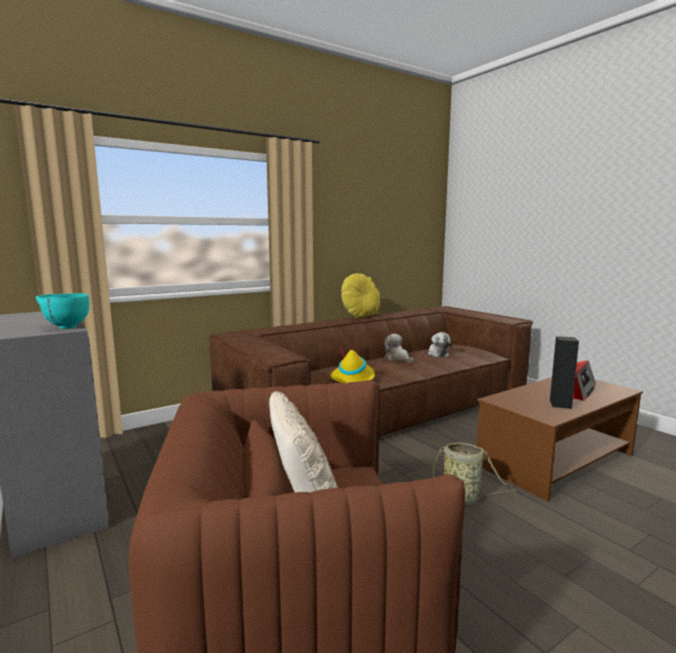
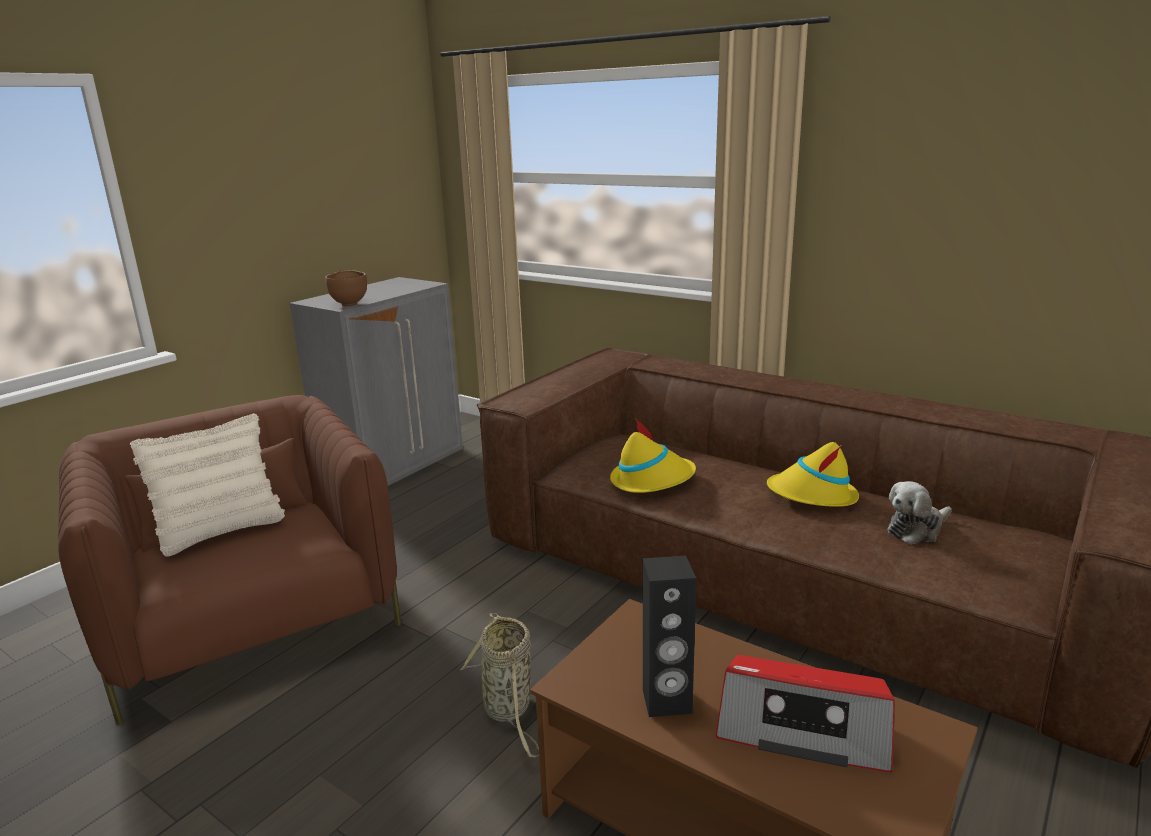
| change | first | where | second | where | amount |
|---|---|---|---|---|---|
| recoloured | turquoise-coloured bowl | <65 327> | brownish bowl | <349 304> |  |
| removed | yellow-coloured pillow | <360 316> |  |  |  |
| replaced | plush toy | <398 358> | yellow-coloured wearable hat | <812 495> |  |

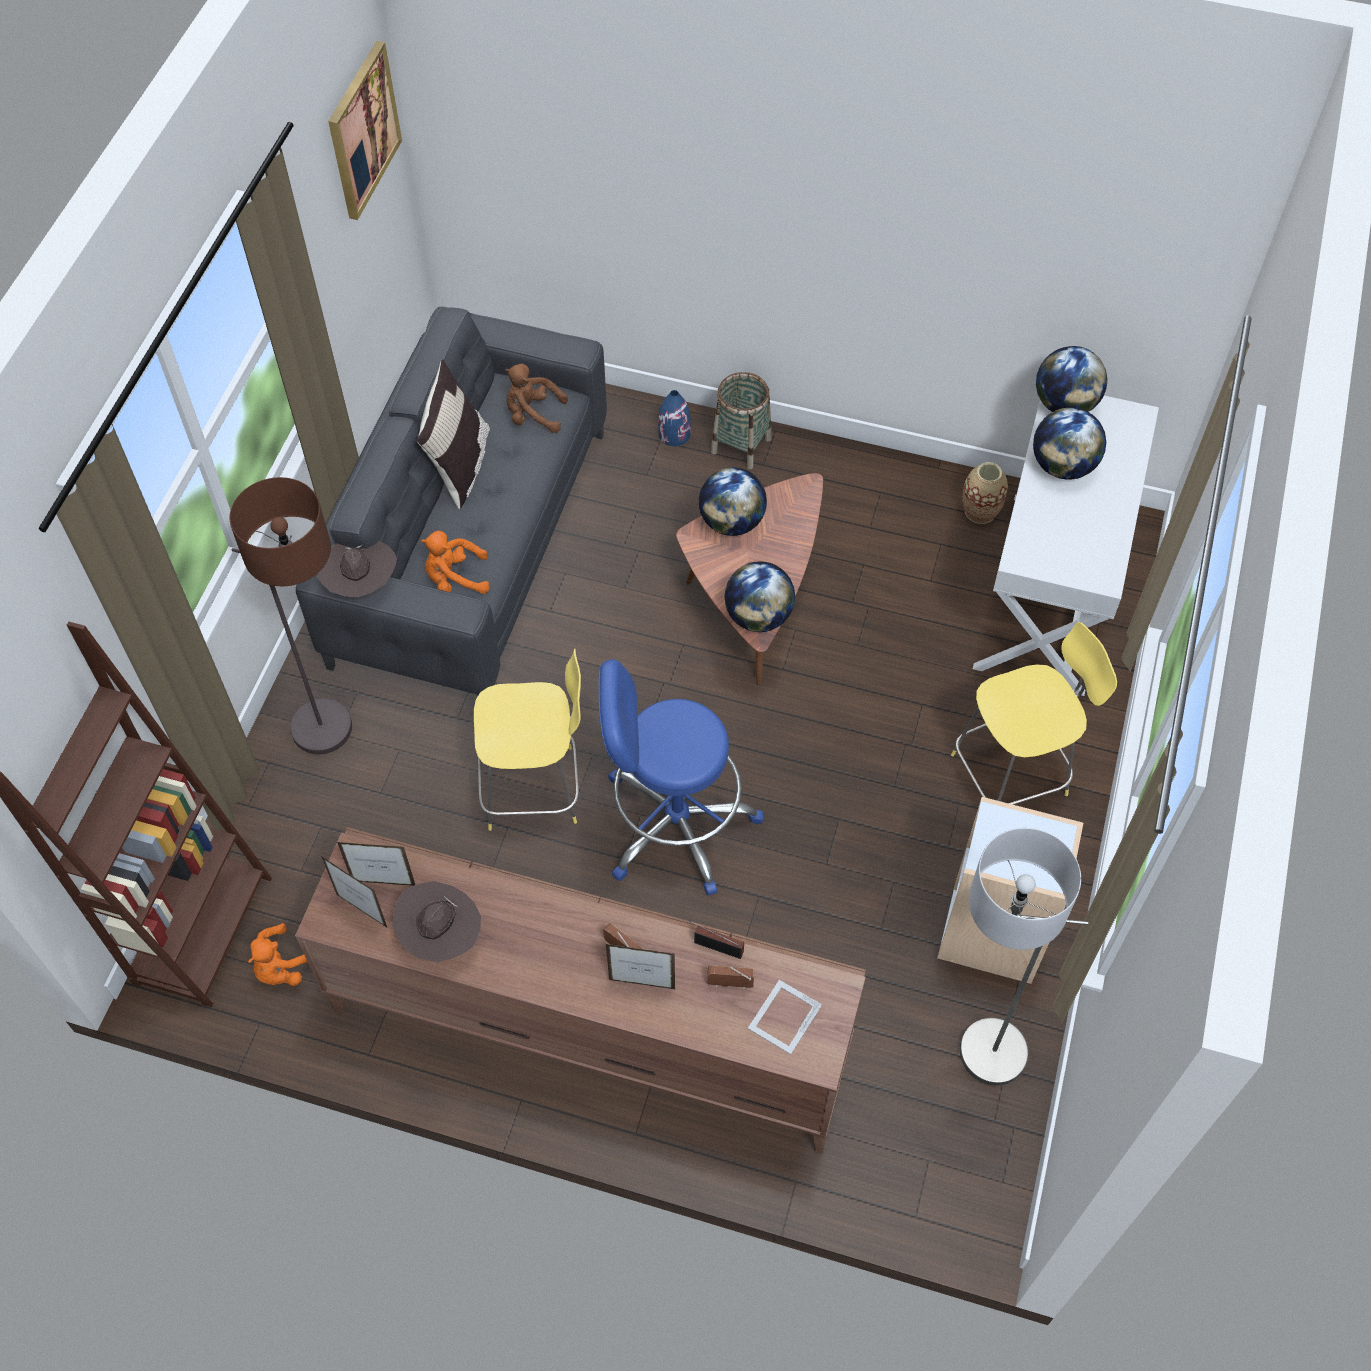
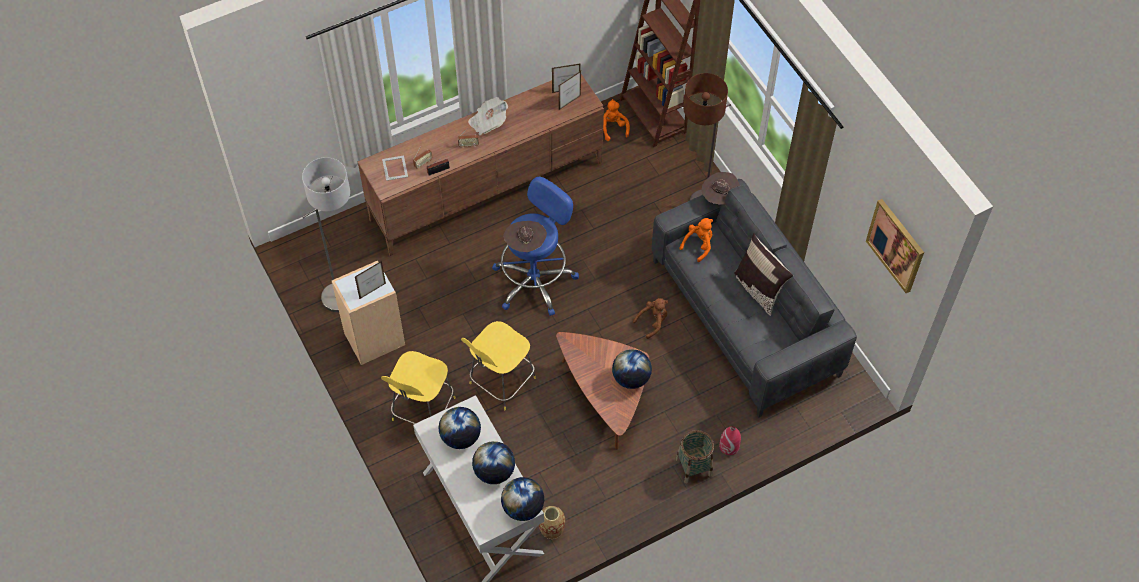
| change | first | where | second | where | amount |
|---|---|---|---|---|---|
| moved | brownish wearable hat | <440 936> |  | <525 244> |  |
| moved | yellow-coloured sitting stool | <535 788> |  | <501 382> |  |
| moved | brownish plush toy | <533 414> |  | <652 322> |  |
| moved | picture frame | <641 984> |  | <372 291> |  |
| recoloured | bluish flower vase | <674 434> | reddish flower vase | <729 446> |  |
| moved | desk globe | <758 616> |  | <460 437> |  |
| added |  |  | printed paper | <488 122> |  |

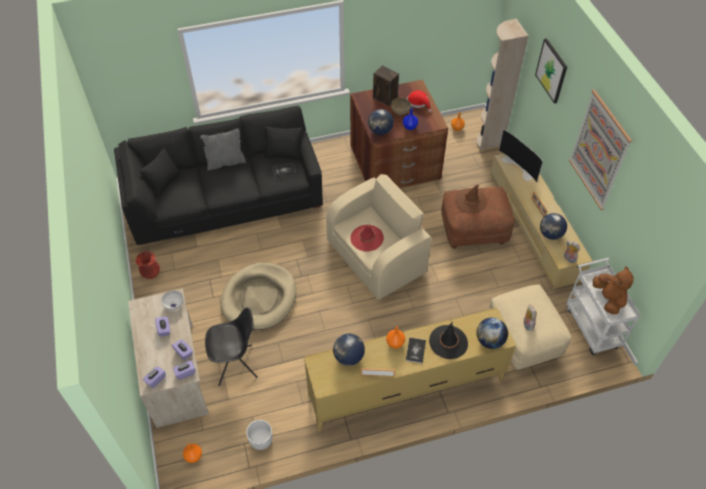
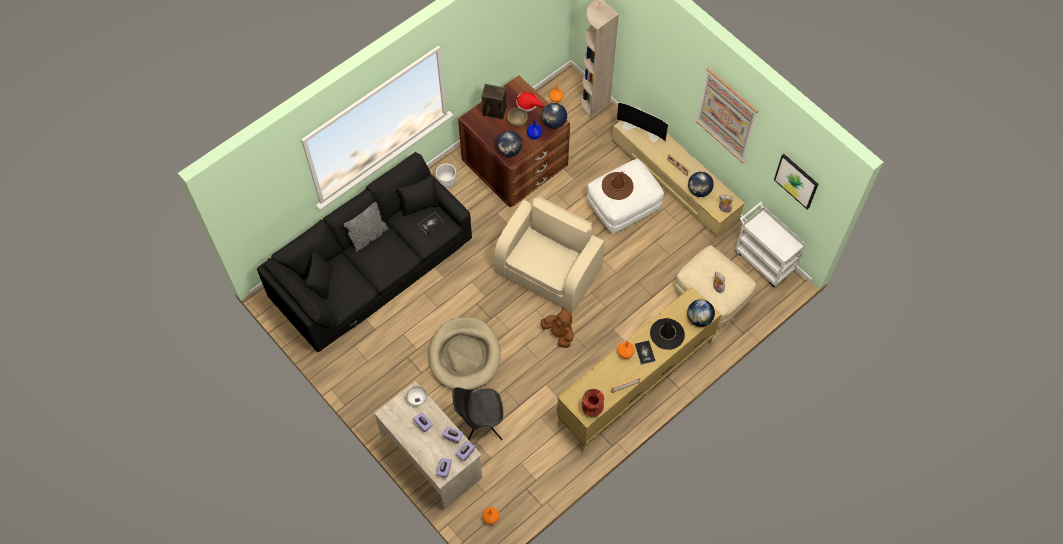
| change | first | where | second | where | amount |
|---|---|---|---|---|---|
| moved | reddish flower vase | <151 274> |  | <592 409> |  |
| turned | blackish plain chair | <236 365> |  | <480 425> | 150 degrees counterclockwise |
| moved | whitish plant pot | <261 440> |  | <446 181> |  |
| moved | desk globe | <348 357> |  | <554 123> |  |
| removed | reddish wearable hat | <367 238> |  |  |  |
| recoloured | brownish pouffe | <474 230> | whitish pouffe | <623 207> |  |
| moved | picture | <551 70> |  | <796 181> |  |
| moved | brownish plush toy | <608 299> |  | <559 334> |  |

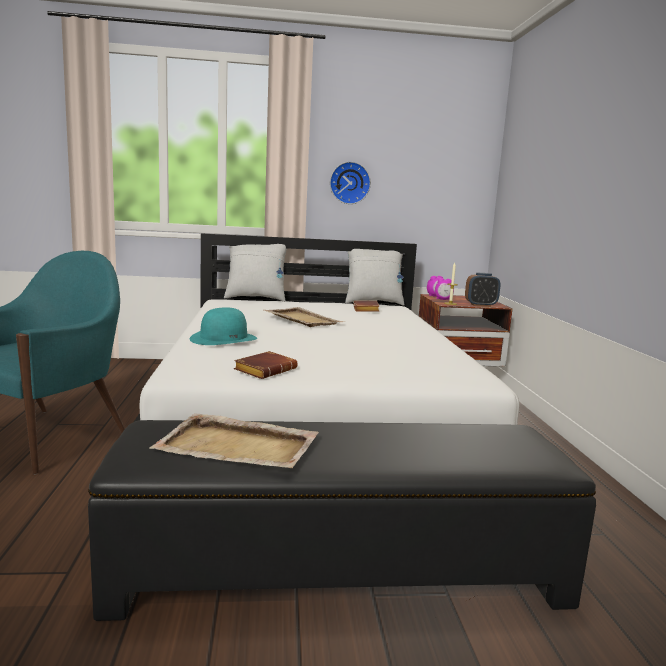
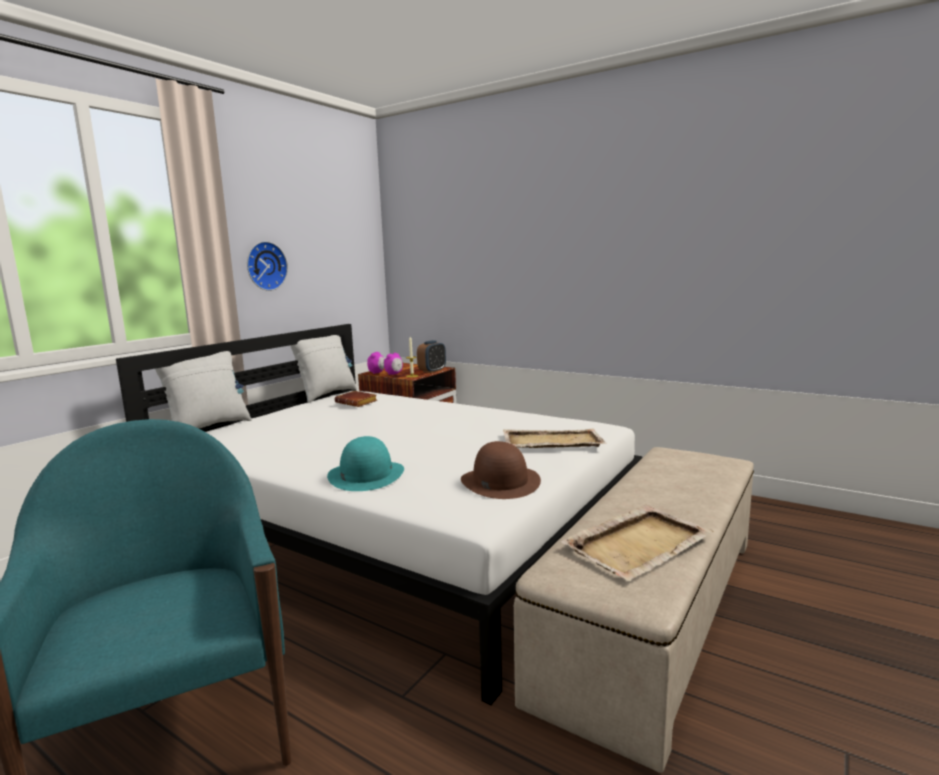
| change | first | where | second | where | amount |
|---|---|---|---|---|---|
| recoloured | blackish bench | <341 566> | sand-coloured bench | <654 609> |  |
| replaced | brownish bound book | <265 370> | brownish wearable hat | <500 482> |  |
| moved | sand-coloured serving tray | <302 319> |  | <551 442> |  |

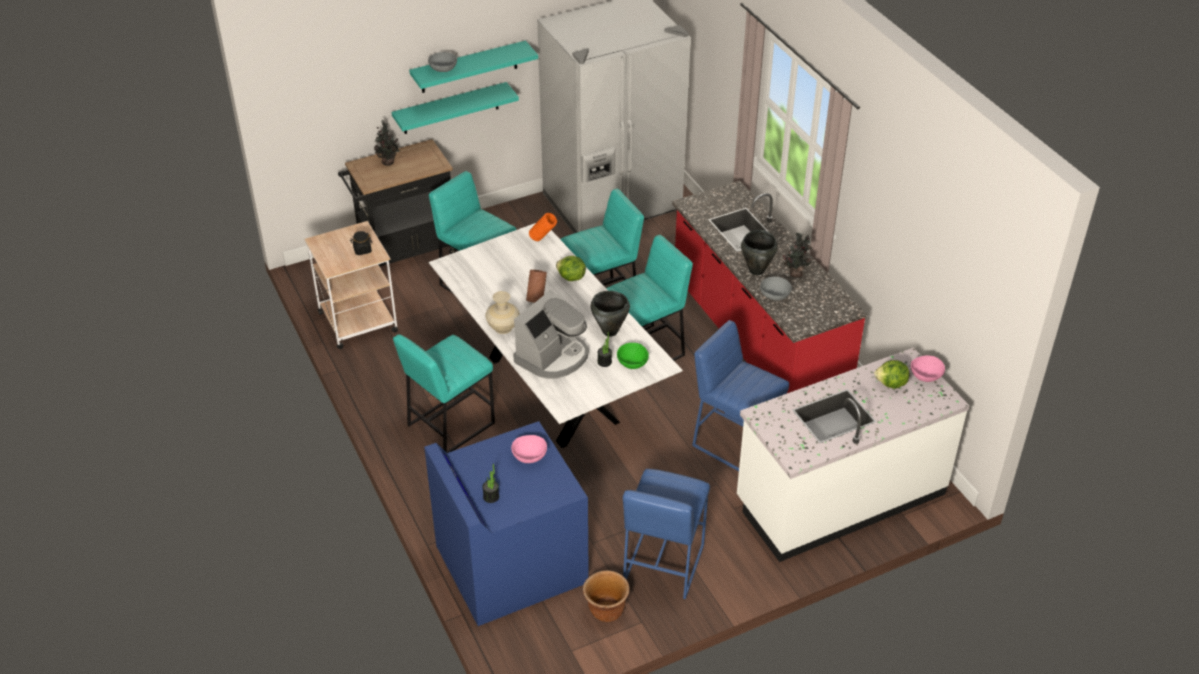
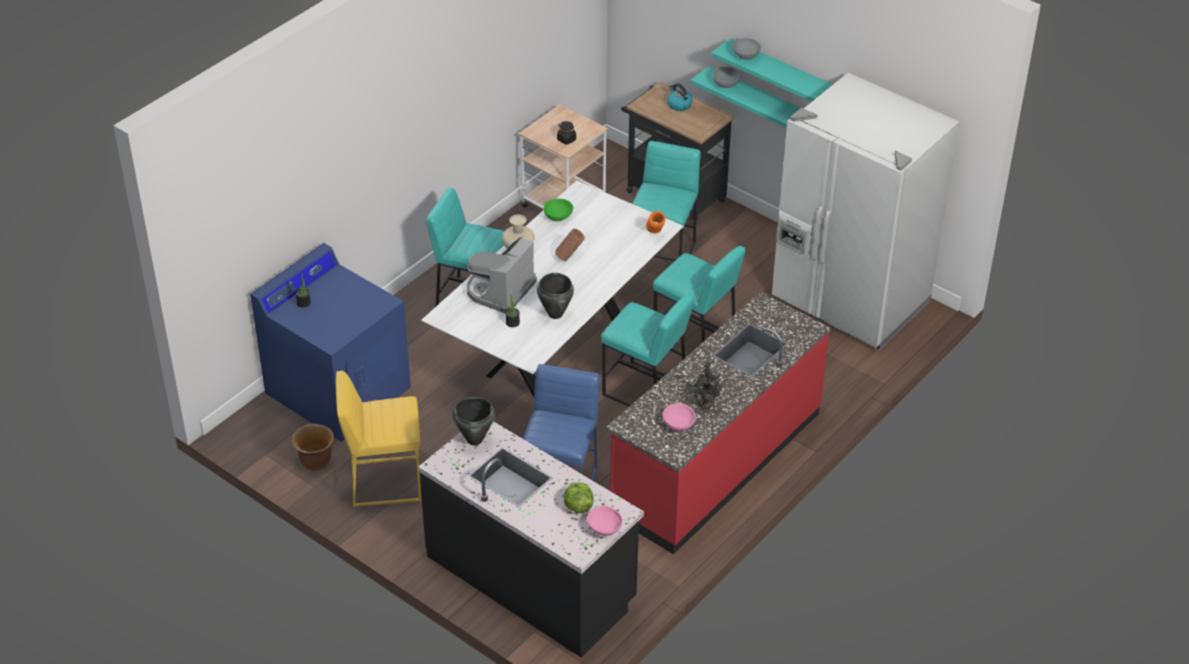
| change | first | where | second | where | amount |
|---|---|---|---|---|---|
| replaced | houseplant | <389 163> | water kettle | <679 105> |  |
| moved | pink-coloured bowl | <529 457> |  | <678 424> |  |
| turned | coffee brewer | <553 357> |  | <500 290> | 105 degrees clockwise |
| removed | head of lettuce | <571 278> |  |  |  |
| moved | greenish bowl | <632 363> |  | <558 217> |  |
| recoloured | bluish sitting stool | <663 565> | yellow-coloured sitting stool | <384 481> |  |
| recoloured | whitish kitchen base unit | <839 497> | blackish kitchen base unit | <531 578> |  |
| moved | blackish saucepot | <756 271> |  | <474 439> |  |
| moved | grey bowl | <775 296> |  | <726 85> |  |

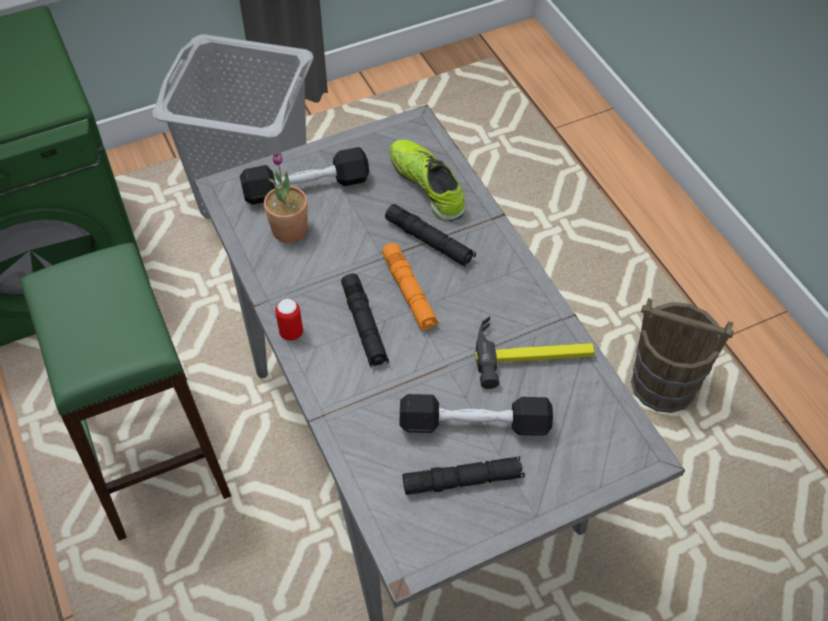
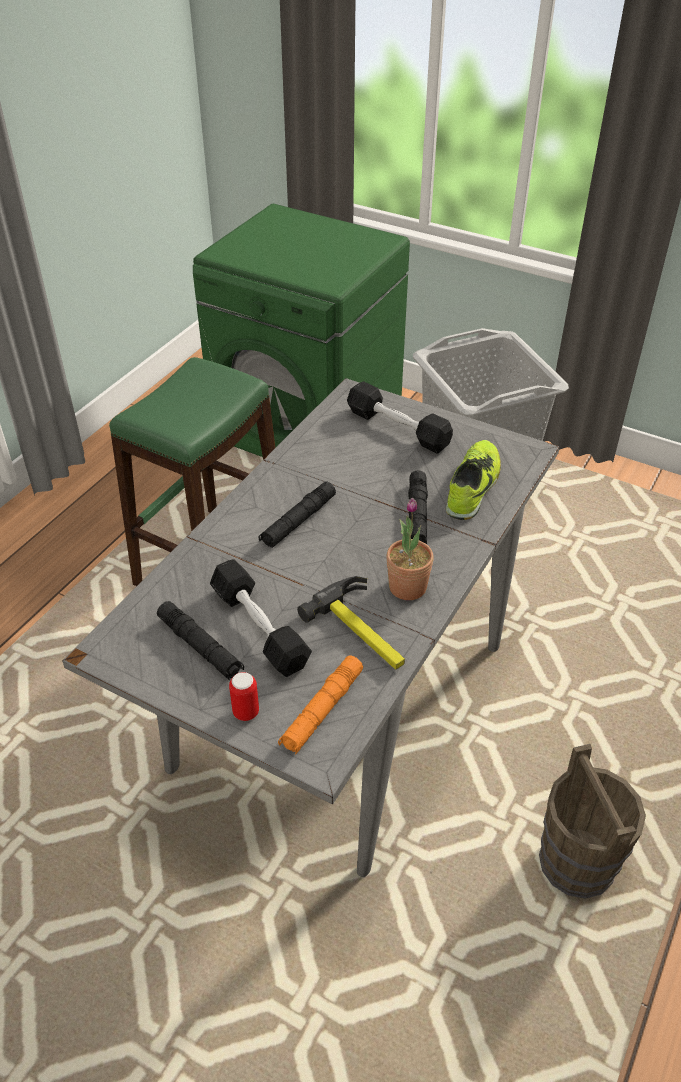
| change | first | where | second | where | amount |
|---|---|---|---|---|---|
| moved | houseplant | <289 230> |  | <407 587> |  |
| moved | sealed can | <291 333> |  | <246 712> |  |
| moved | orange-coloured hand torch | <409 292> |  | <322 710> |  |

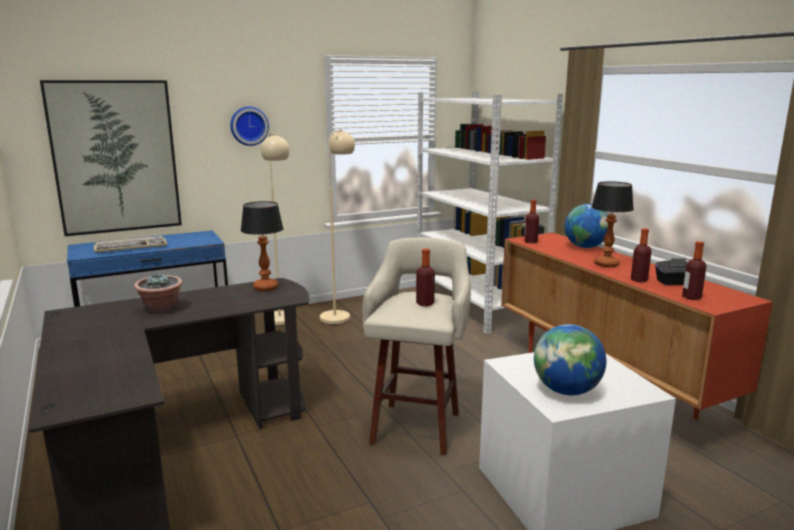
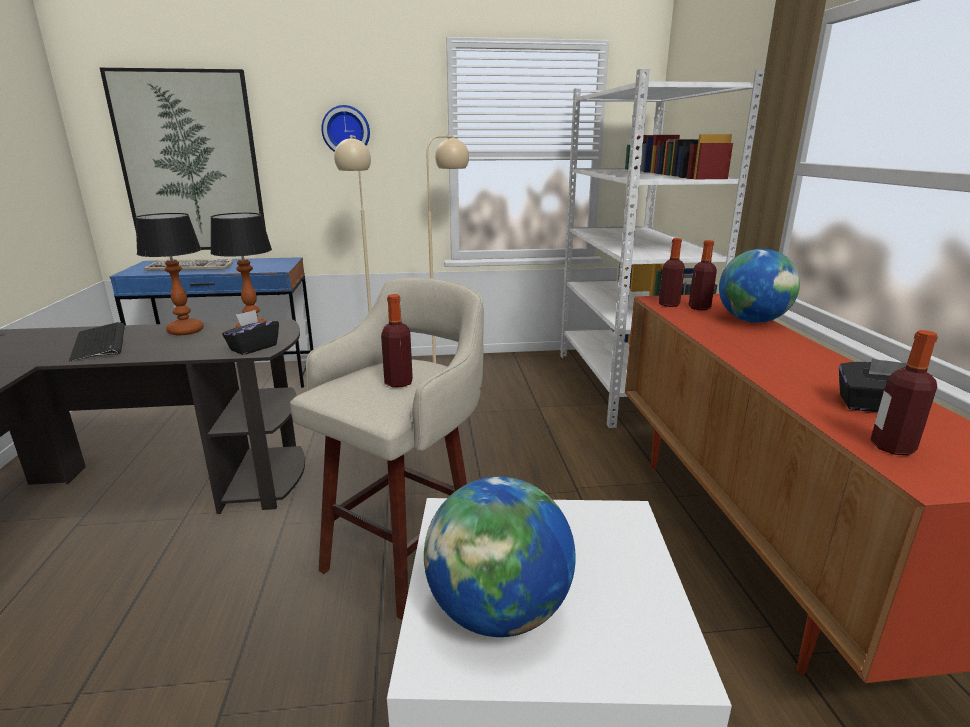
| change | first | where | second | where | amount |
|---|---|---|---|---|---|
| replaced | houseplant | <161 309> | keyboard | <100 343> |  |
| moved | table lamp | <607 264> |  | <186 331> |  |
| moved | bottle | <639 280> |  | <699 308> |  |
| added |  |  | blackish tissue holder | <253 348> |  |

